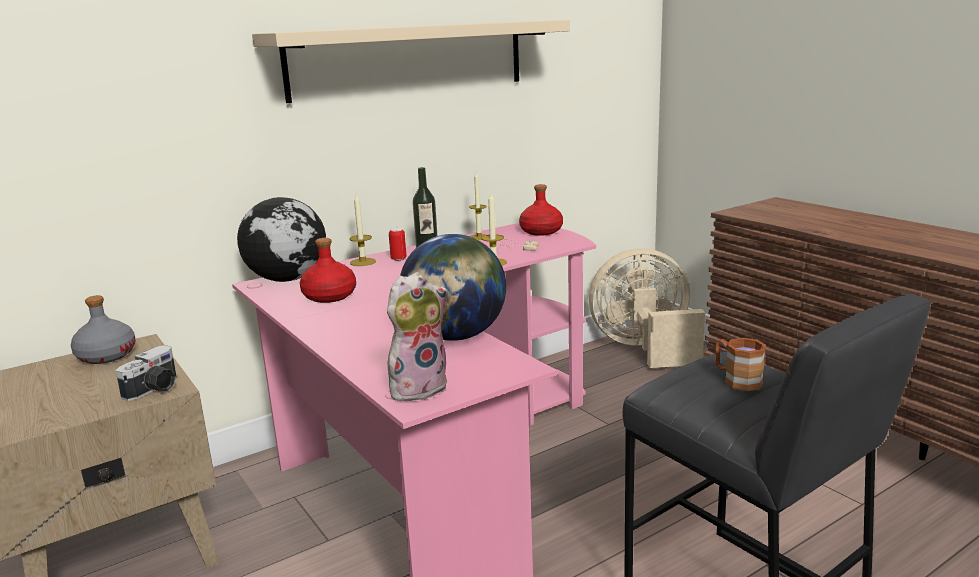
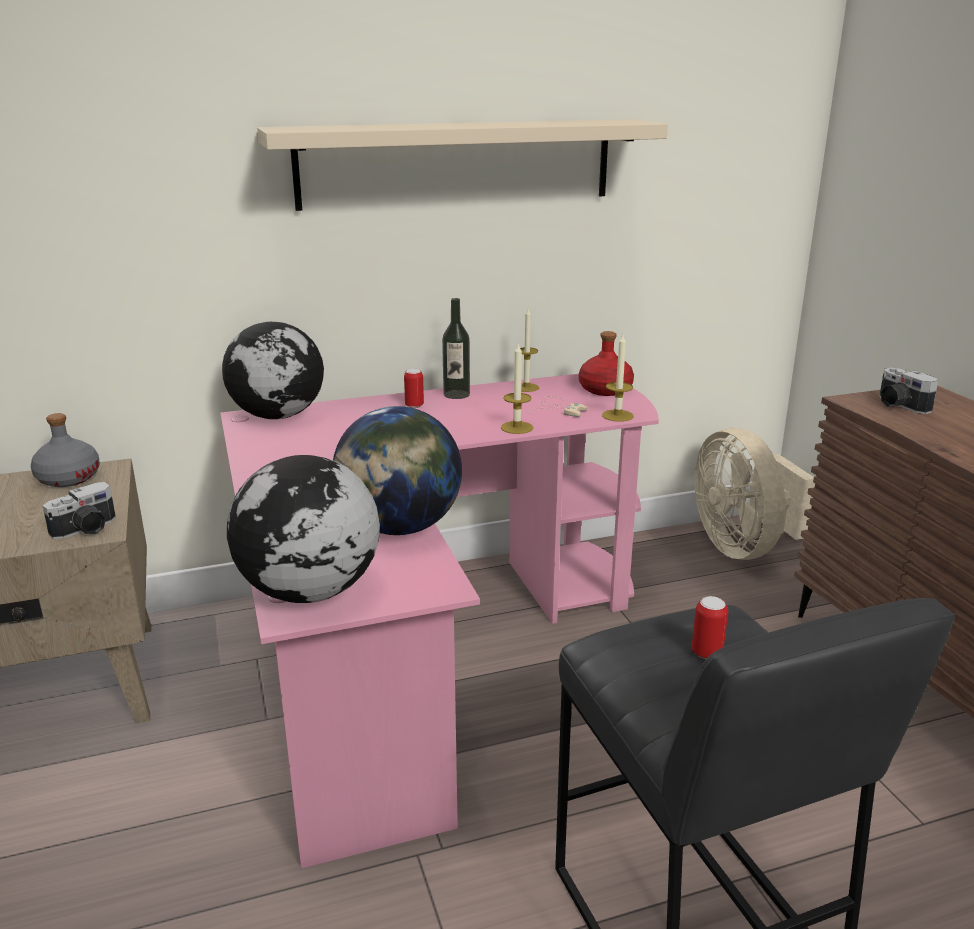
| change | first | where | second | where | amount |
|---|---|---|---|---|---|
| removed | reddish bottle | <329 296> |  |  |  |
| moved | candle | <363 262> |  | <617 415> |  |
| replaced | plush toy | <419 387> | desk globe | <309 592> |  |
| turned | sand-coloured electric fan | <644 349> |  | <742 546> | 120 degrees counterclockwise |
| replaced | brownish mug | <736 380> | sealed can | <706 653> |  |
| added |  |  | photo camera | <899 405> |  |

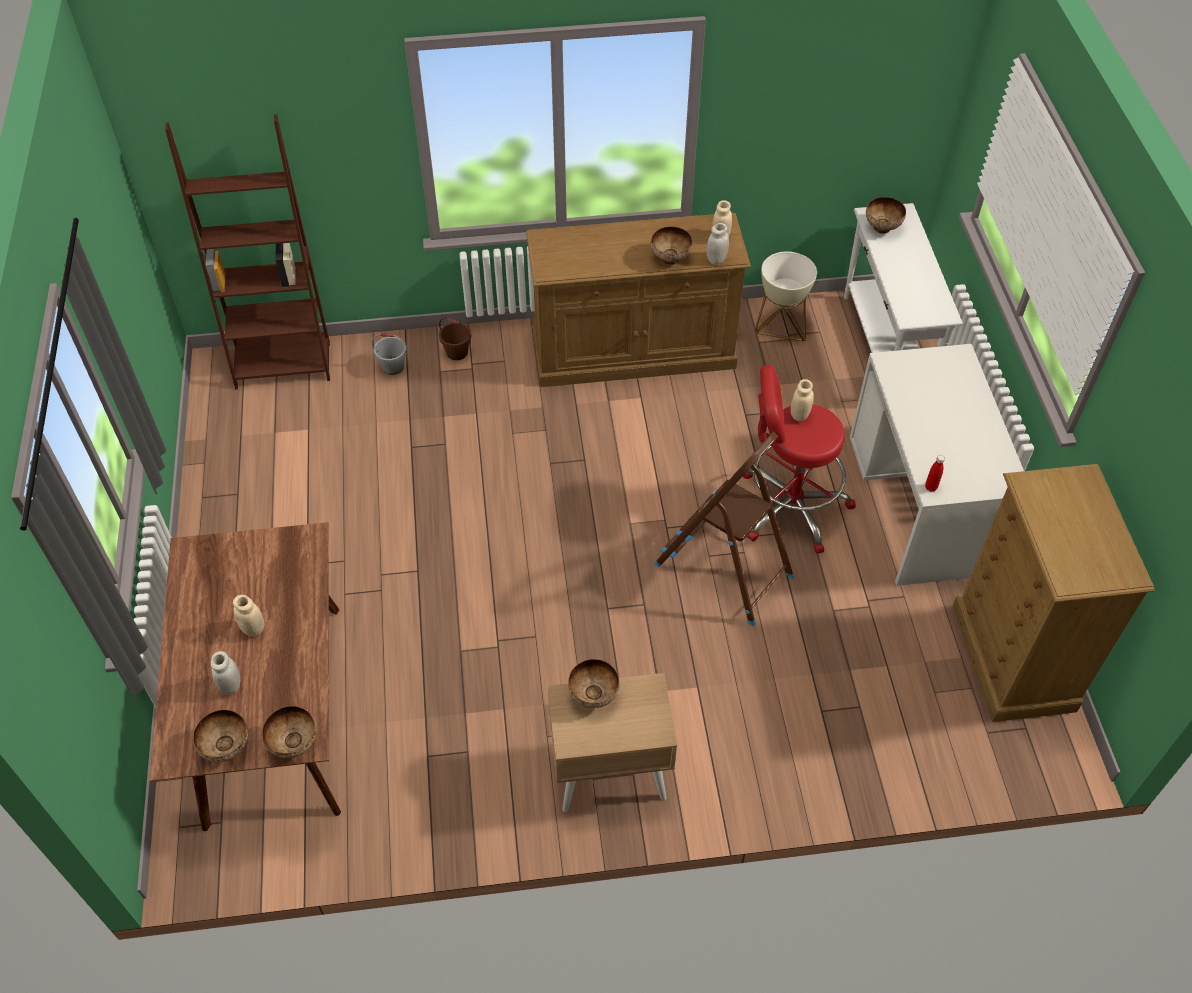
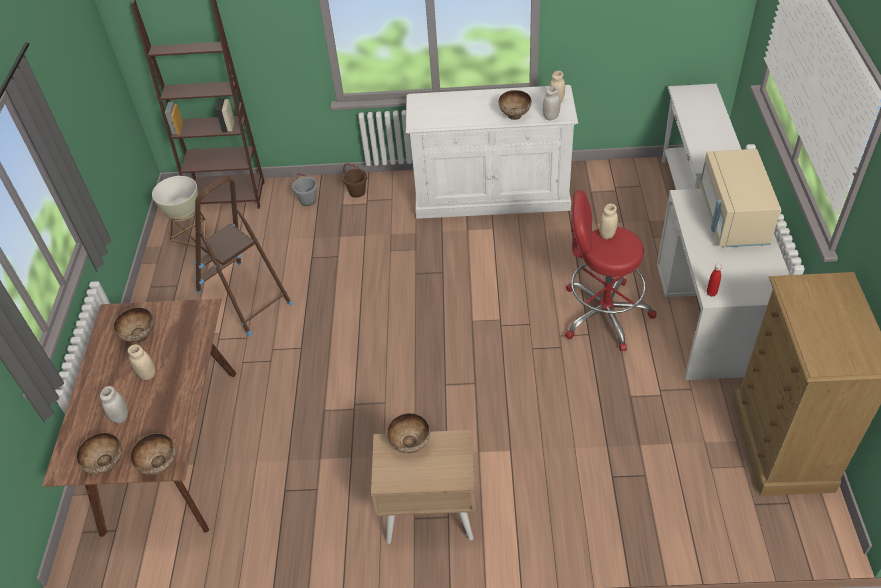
| change | first | where | second | where | amount |
|---|---|---|---|---|---|
| recoloured | brownish cupboard | <635 352> | whitish cupboard | <492 196> |  |
| moved | brownish stepladder | <722 569> |  | <243 296> |  |
| moved | plant pot | <780 326> |  | <191 236> |  |
| moved | bowl | <882 228> |  | <139 337> |  |
| added |  |  | sand-coloured microwave oven | <732 218> |  |

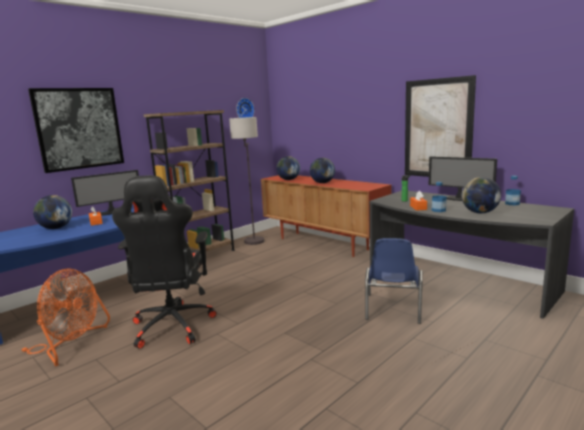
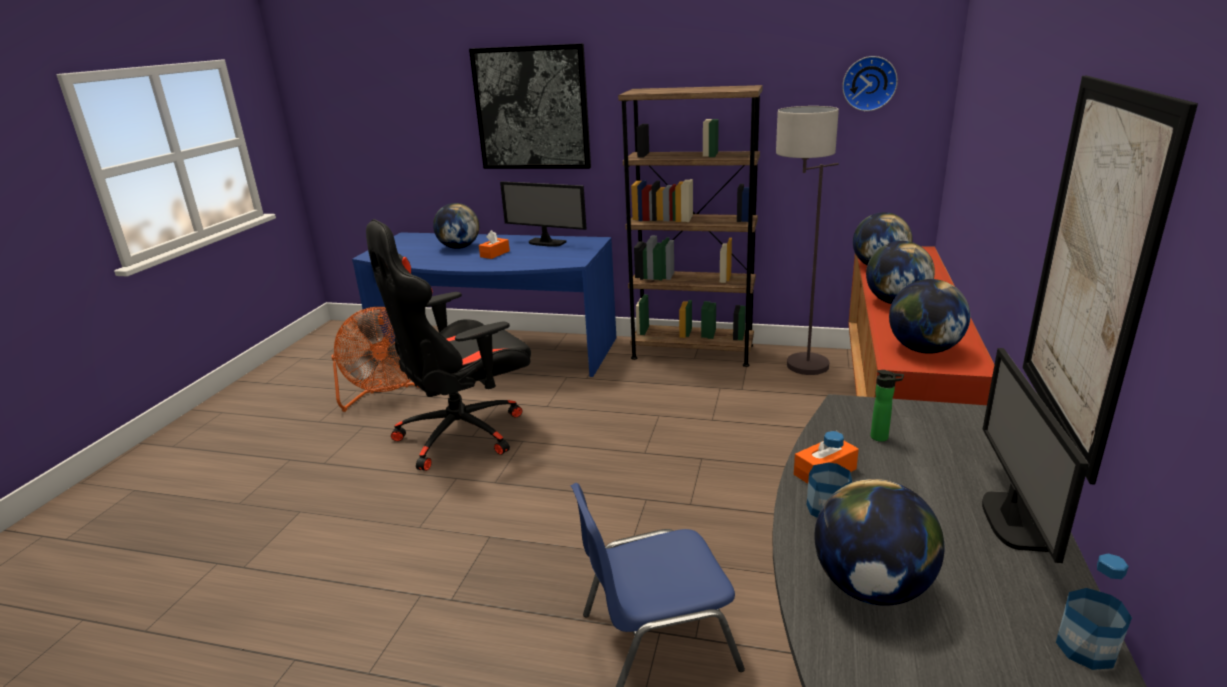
| change | first | where | second | where | amount |
|---|---|---|---|---|---|
| added |  |  | desk globe | <923 350> |  |

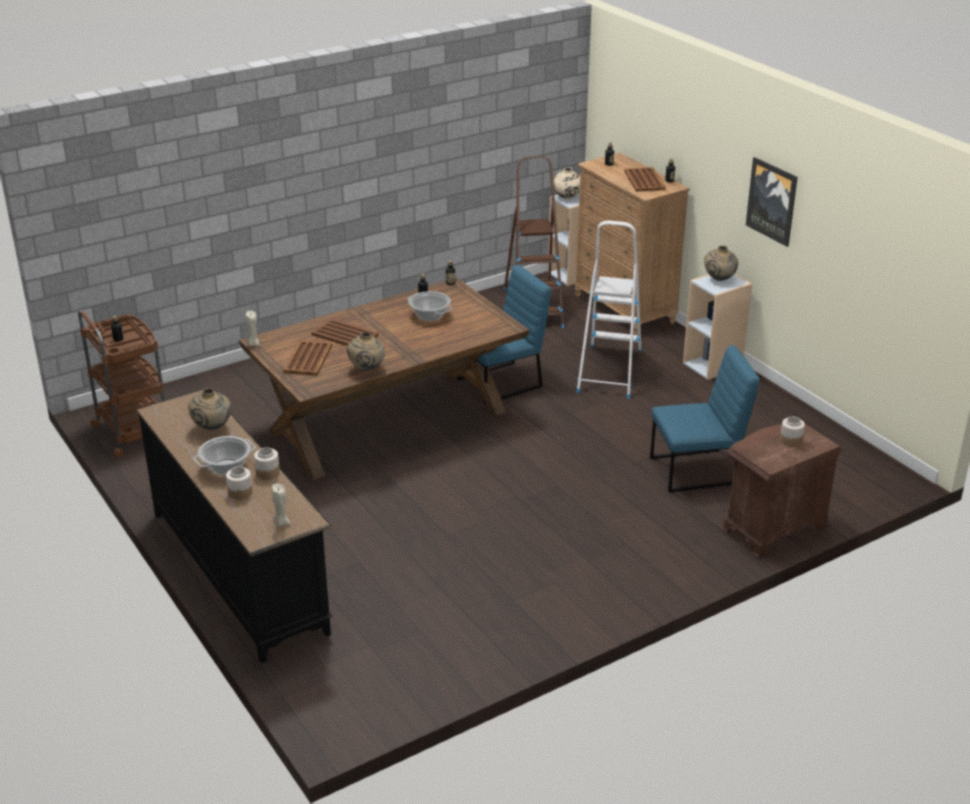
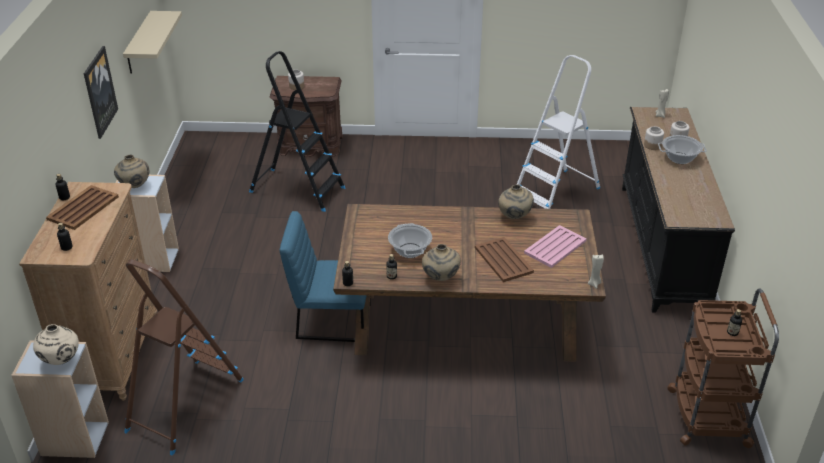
| change | first | where | second | where | amount |
|---|---|---|---|---|---|
| moved | sand-coloured flower vase | <212 428> |  | <440 279> |  |
| recoloured | brownish serving tray | <308 358> | pink-coloured serving tray | <554 247> |  |
| moved | whitish stepladder | <609 370> |  | <555 195> |  |
| replaced | bluish plain chair | <697 470> | blackish stepladder | <298 190> |  |
| added |  |  | sand-coloured shelf | <139 43> |  |

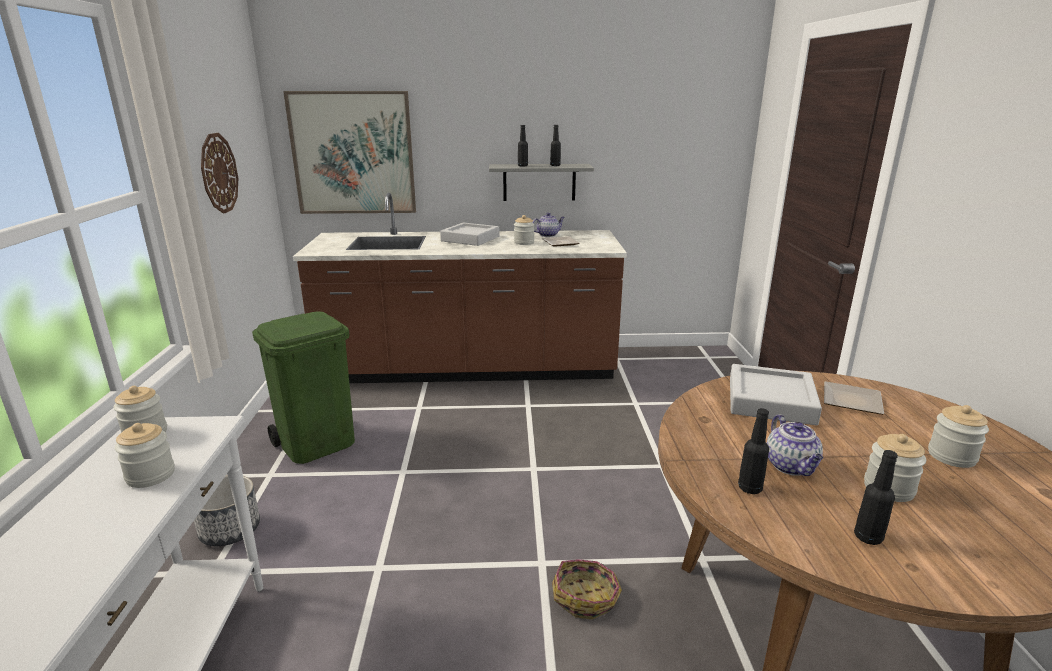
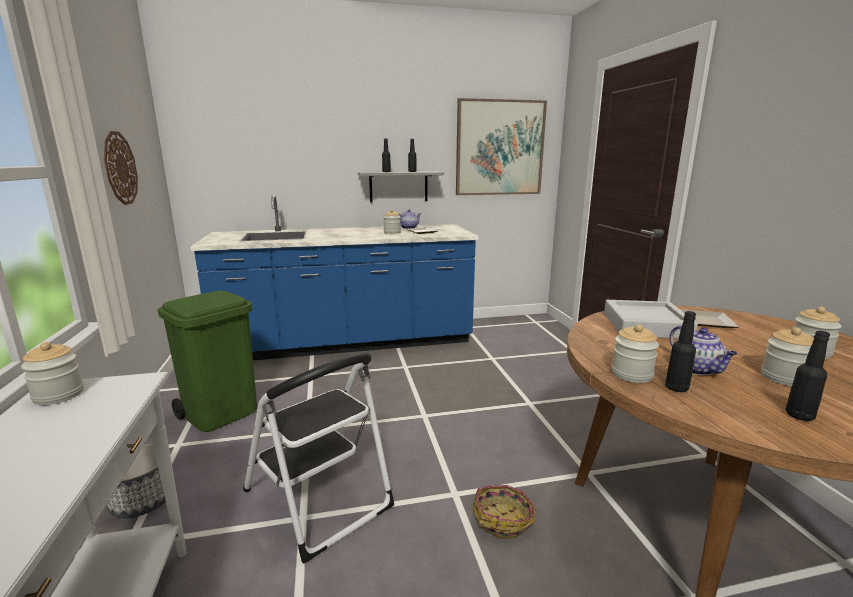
| change | first | where | second | where | amount |
|---|---|---|---|---|---|
| moved | jar | <150 475> |  | <631 374> |  |
| moved | picture | <353 153> |  | <499 148> |  |
| recoloured | brownish kitchen base unit | <469 369> | bluish kitchen base unit | <347 343> |  |
| removed | grey serving tray | <470 239> |  |  |  |
| added |  |  | stepladder | <319 501> |  |

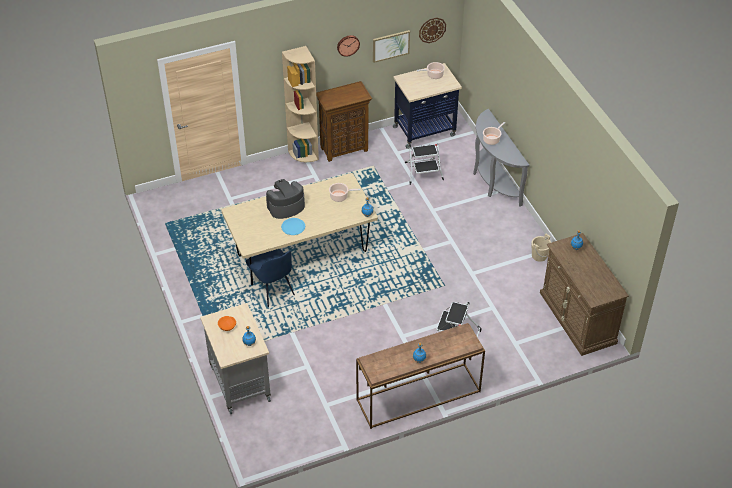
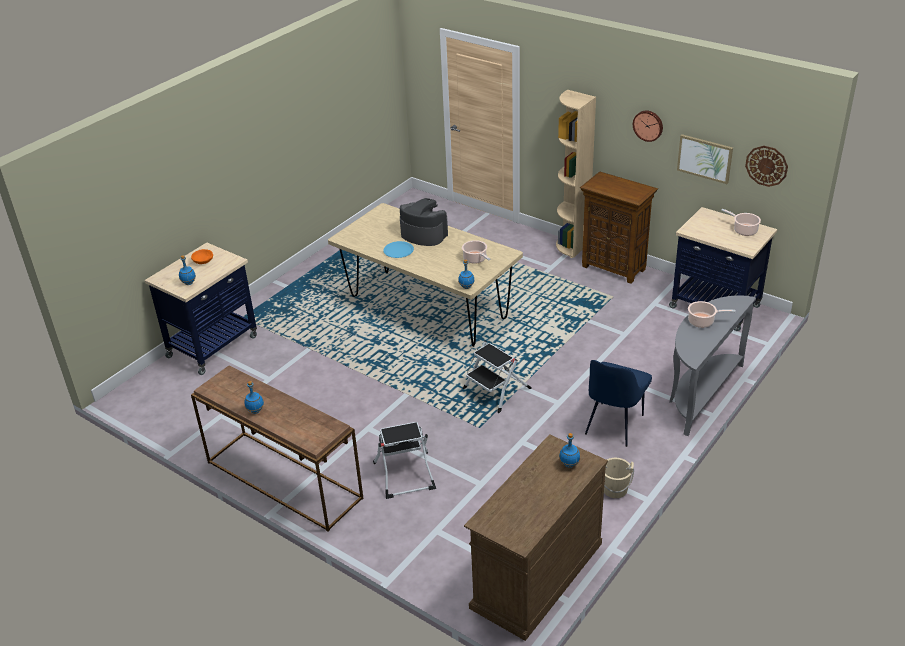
| change | first | where | second | where | amount |
|---|---|---|---|---|---|
| recoloured | grey wheeled cart | <239 383> | bluish wheeled cart | <213 346> |  |
| moved | bluish plain chair | <273 290> |  | <614 425> |  |
| moved | stepladder | <423 171> |  | <497 390> |  |

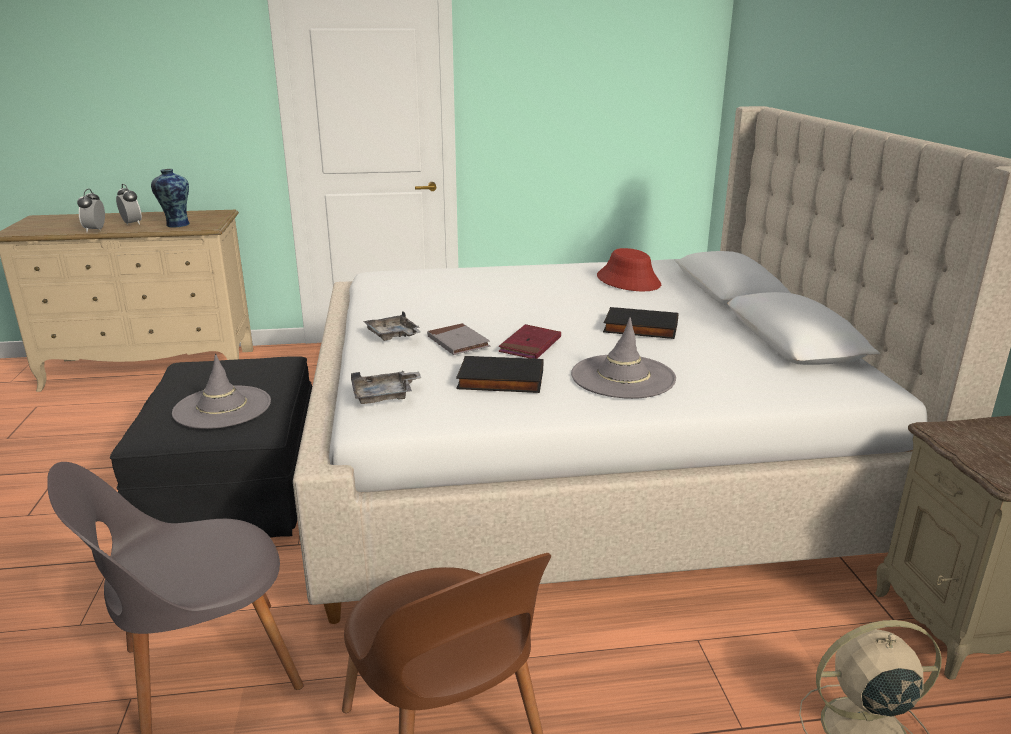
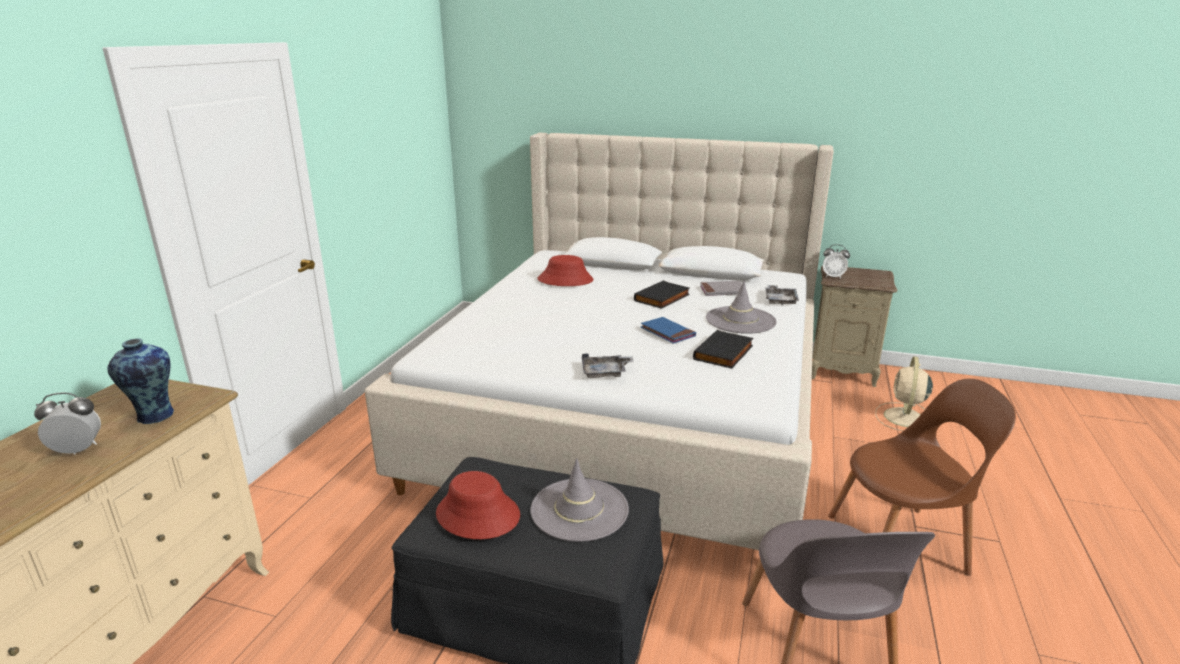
| change | first | where | second | where | amount |
|---|---|---|---|---|---|
| moved | table clock | <95 230> |  | <833 277> |  |
| moved | grey serving tray | <385 396> |  | <780 300> |  |
| moved | grey bound book | <458 343> |  | <722 291> |  |
| recoloured | reddish bound book | <530 345> | bluish bound book | <667 332> |  |
| added |  |  | reddish wearable hat | <477 515> |  |

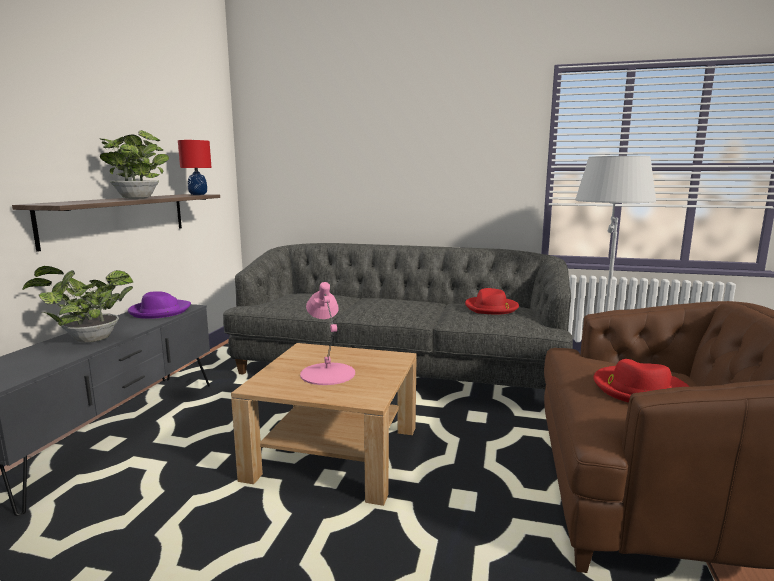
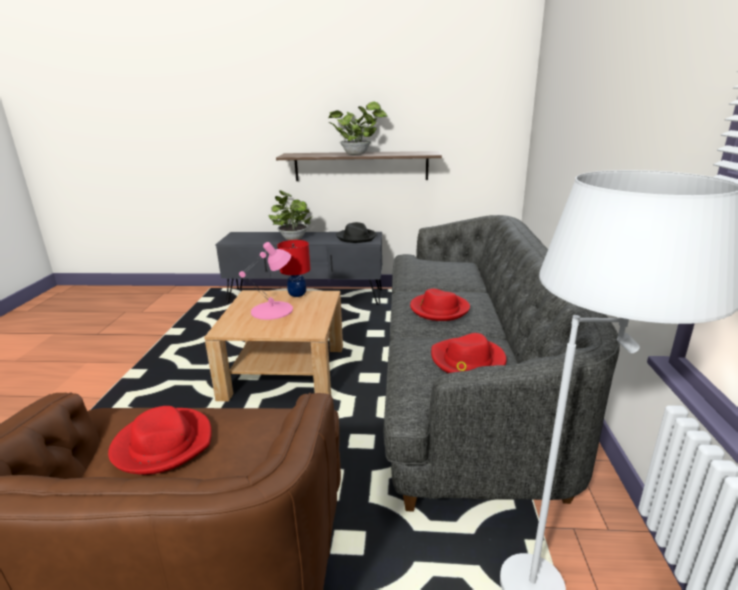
| change | first | where | second | where | amount |
|---|---|---|---|---|---|
| recoloured | purple-coloured wearable hat | <159 311> | blackish wearable hat | <356 237> |  |
| moved | reddish table lamp | <197 194> |  | <298 294> |  |
| added |  |  | reddish wearable hat | <439 309> |  |

